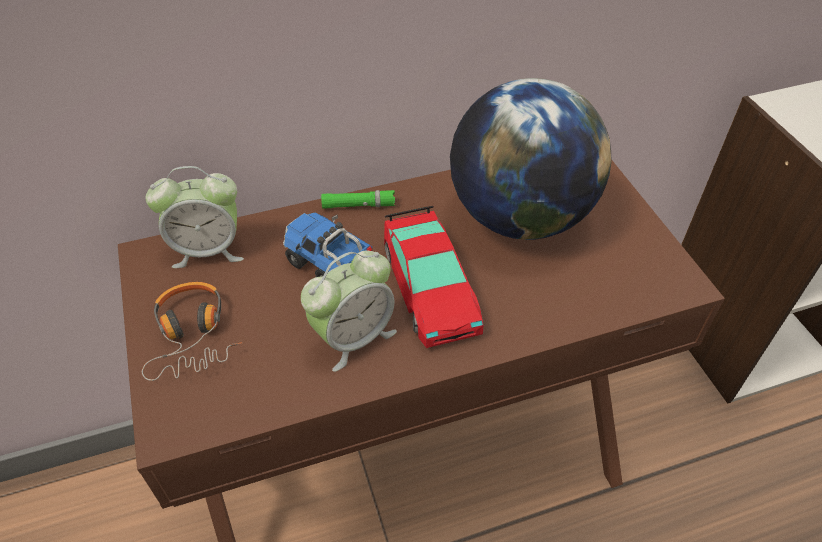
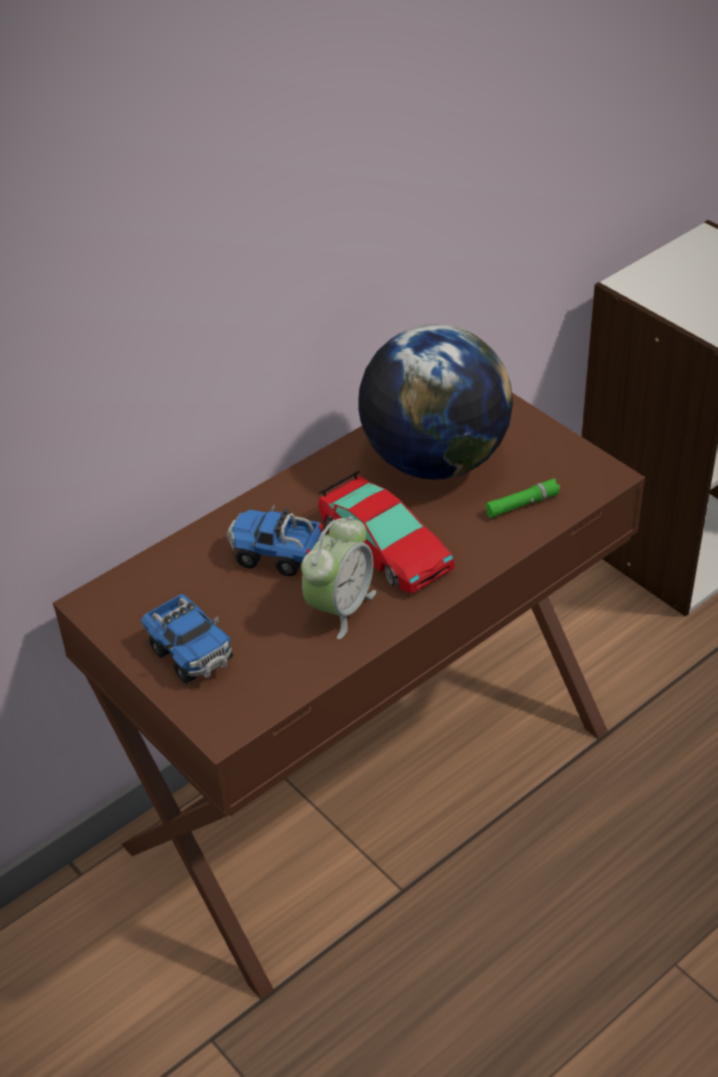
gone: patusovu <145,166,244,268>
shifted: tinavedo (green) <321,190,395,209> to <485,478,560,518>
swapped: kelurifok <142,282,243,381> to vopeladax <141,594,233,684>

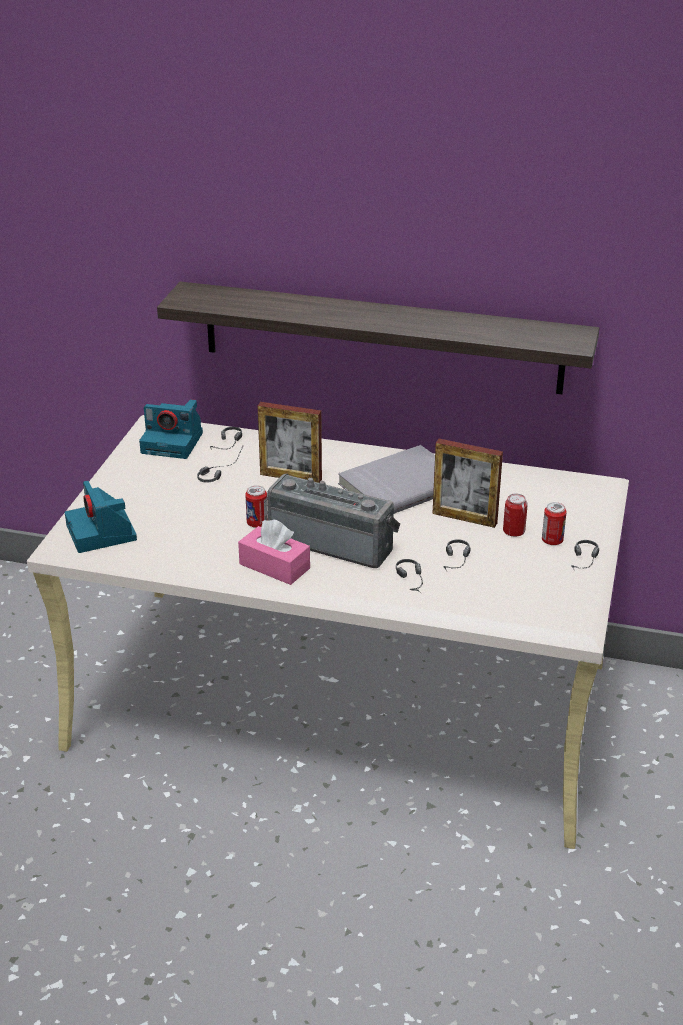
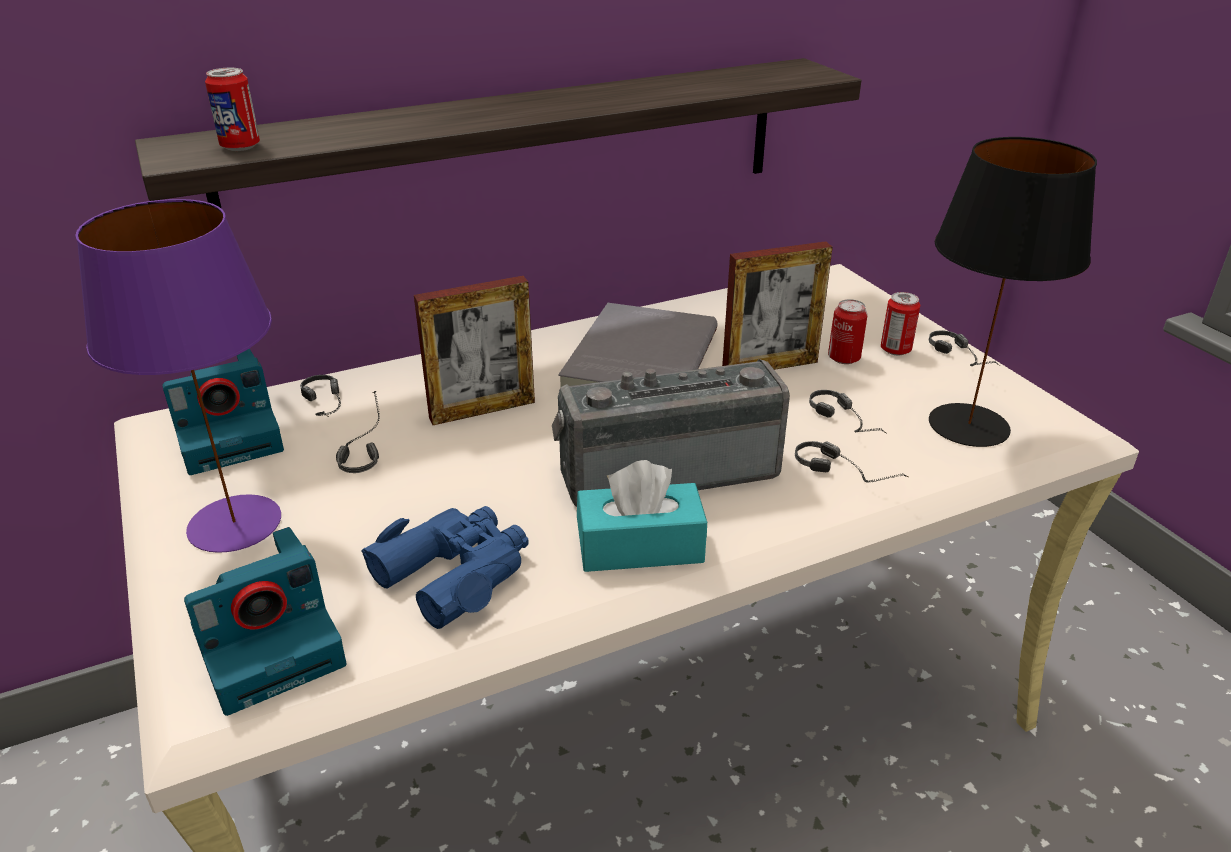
new: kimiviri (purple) <75,199,281,553>; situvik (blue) <361,506,529,629>; kimiviri (black) <929,137,1097,447>
shifted: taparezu <245,485,268,528> to <205,68,260,151>
repainted: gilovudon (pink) <238,519,310,585> to gilovudon (turquoise) <577,460,707,572>
rotated: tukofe <65,481,137,553> = <184,527,346,716> 60 degrees counterclockwise

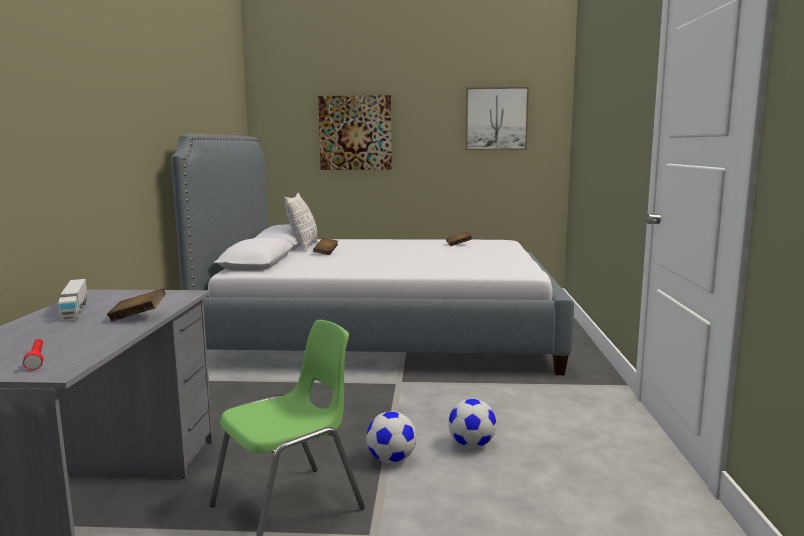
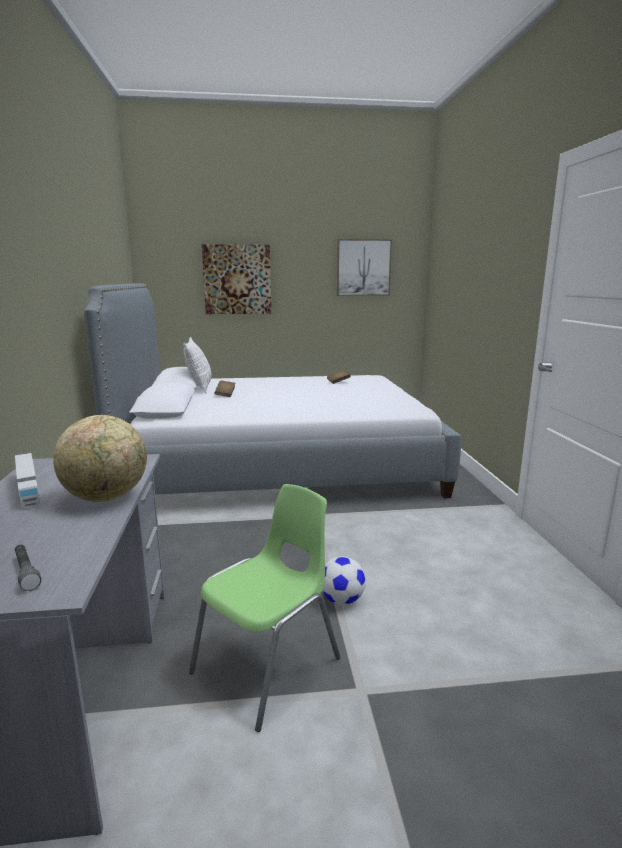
gone: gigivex <449,399,496,448>
swapped: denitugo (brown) <107,288,166,322> to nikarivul <53,415,147,502>
repainted: tinavedo (red) <23,339,44,370> to tinavedo (grey) <15,545,41,591>

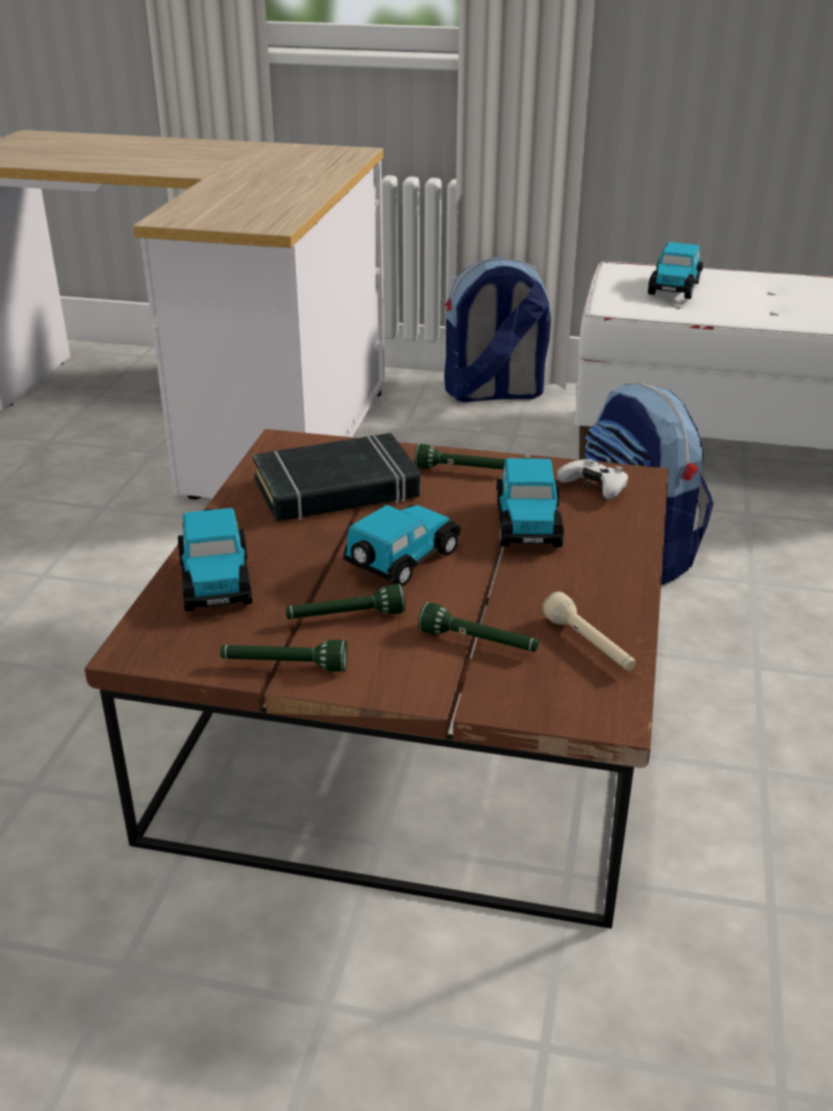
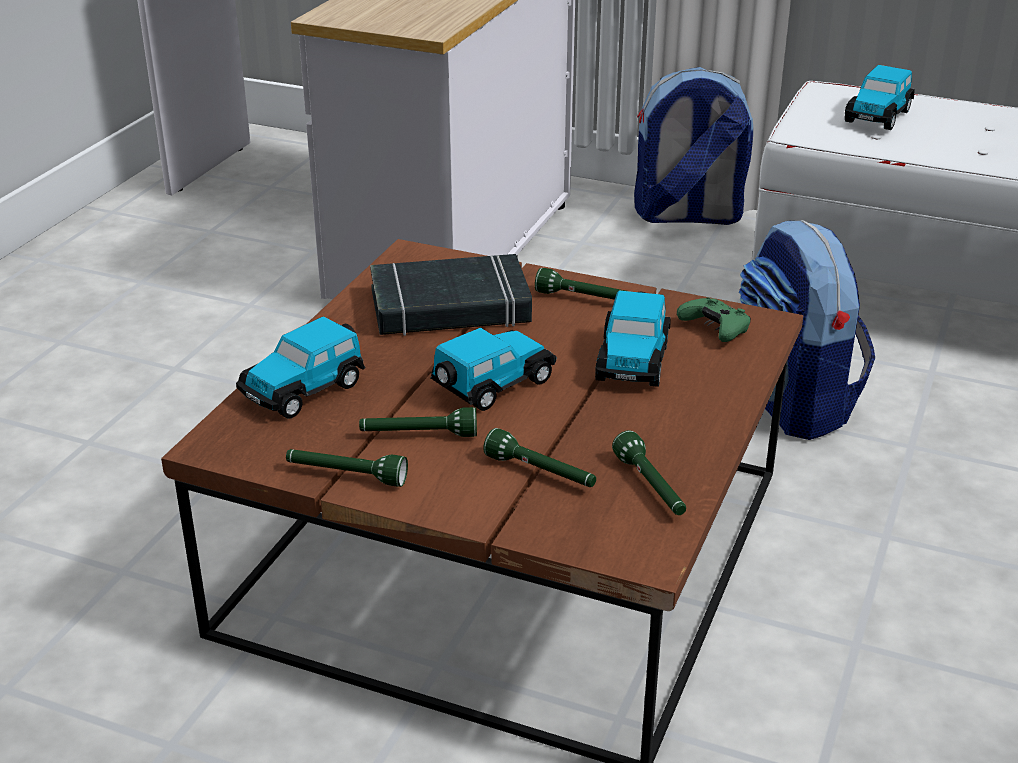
repainted: tinavedo (beige) <542,592,636,670> to tinavedo (green) <612,430,686,515>; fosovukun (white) <557,459,628,499> to fosovukun (green) <677,298,751,342>
rotated: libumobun <178,508,252,611> = <236,316,366,419> 45 degrees clockwise

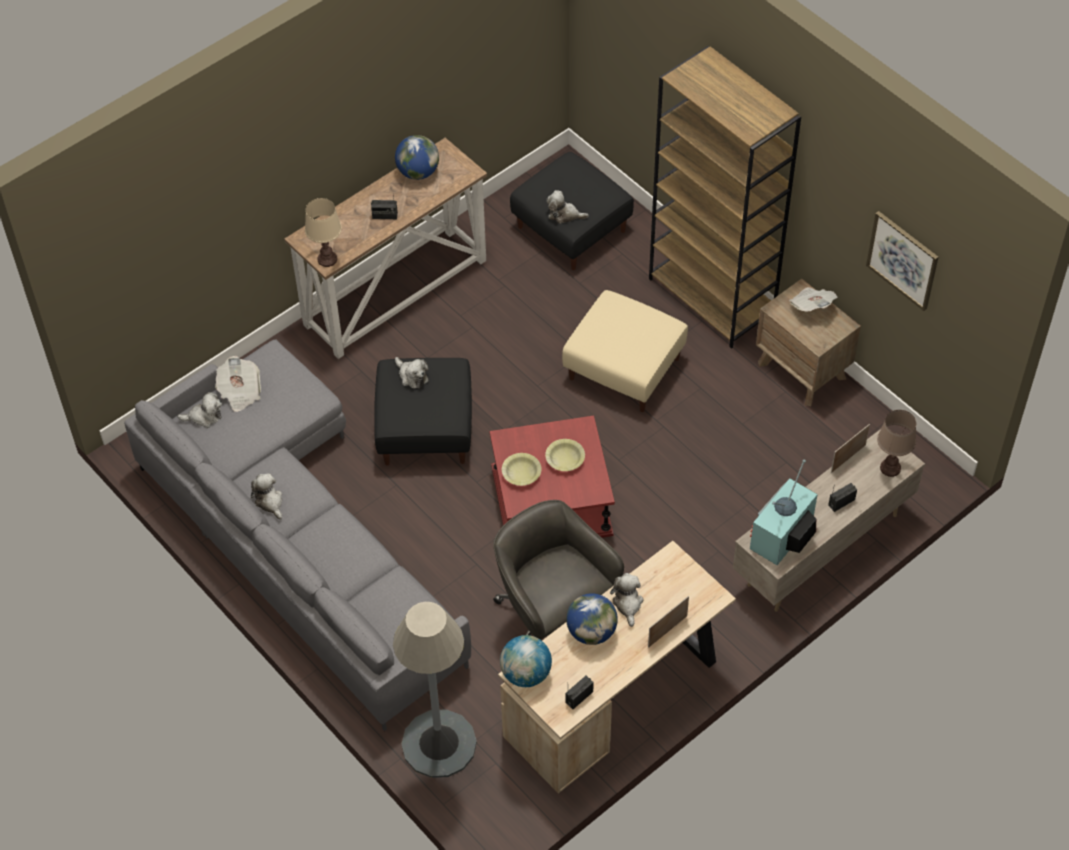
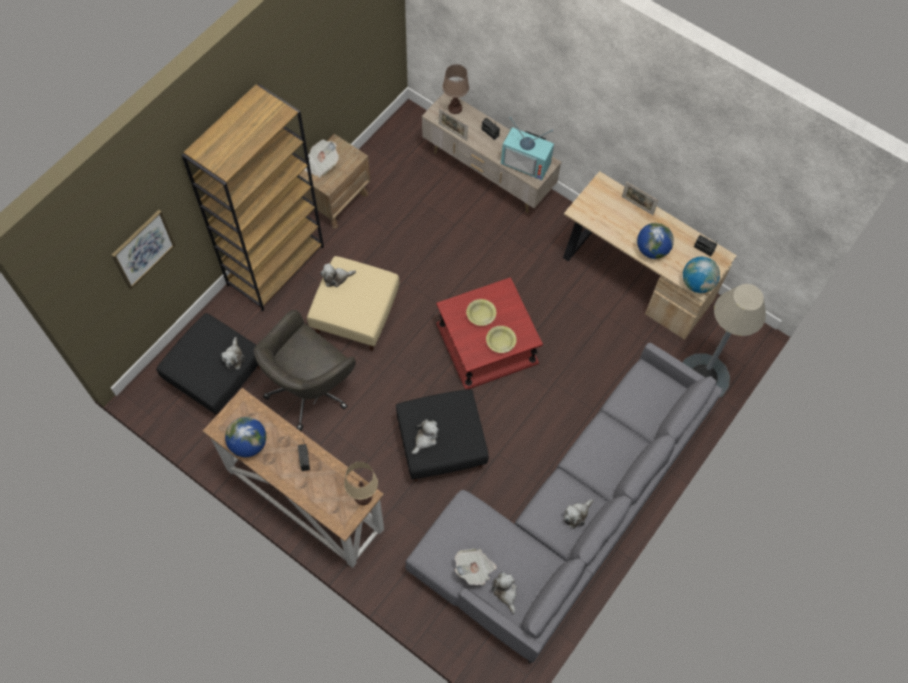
shifted: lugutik <866,211,938,311> to <111,210,176,289>; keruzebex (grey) <493,500,624,639> to <254,310,356,431>; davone <610,573,643,627> to <320,263,356,287>

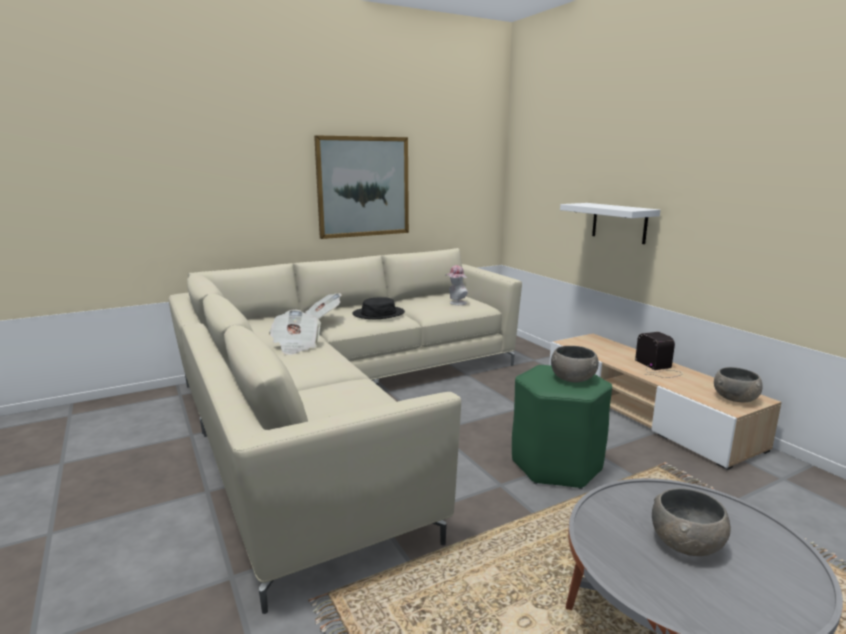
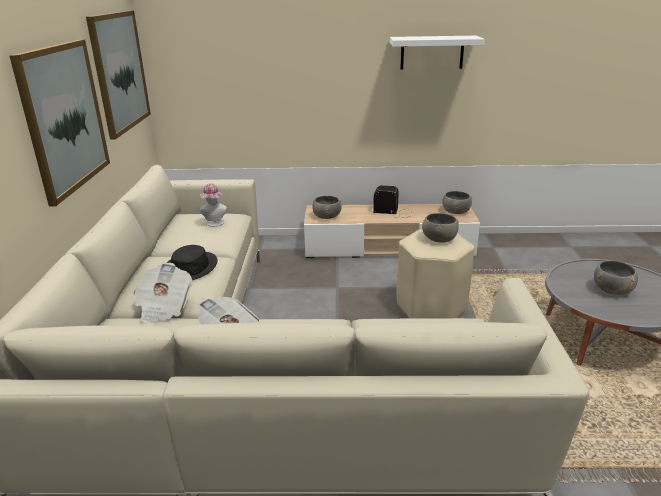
new: lugutik <86,10,151,140>; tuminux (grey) <312,196,342,219>
shifted: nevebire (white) <560,203,660,244> to <390,36,485,70>
repainted: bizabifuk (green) <512,365,612,489> to bizabifuk (beige) <397,230,475,319>

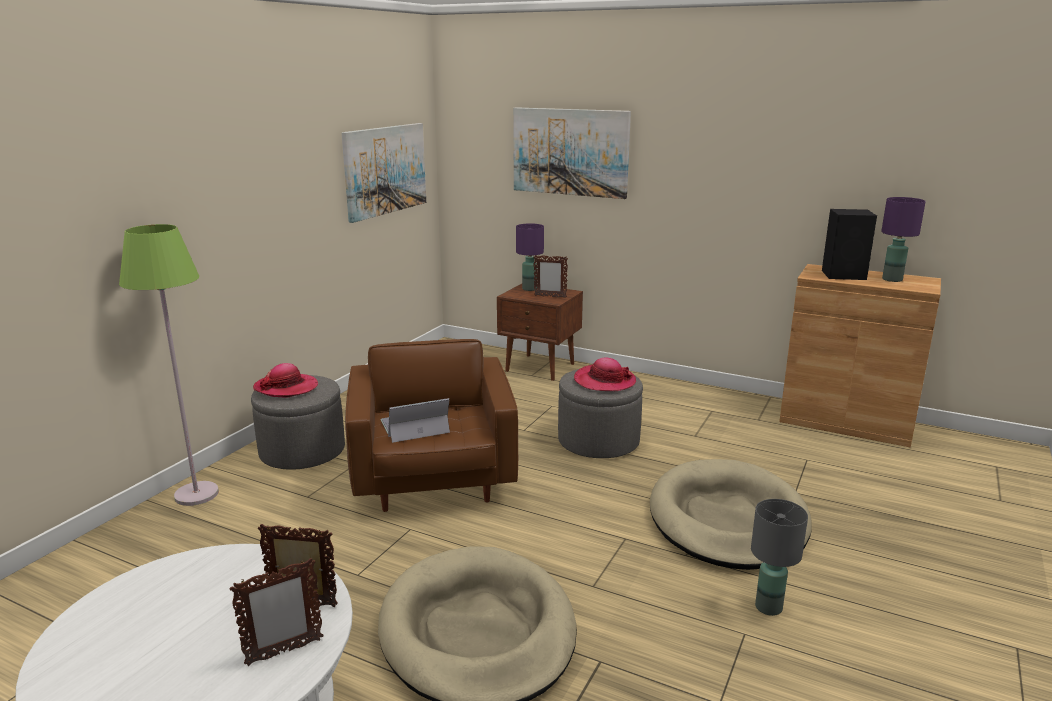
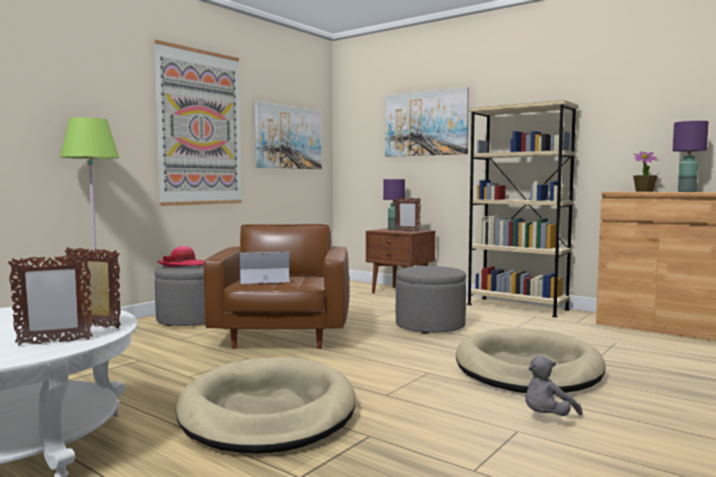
gone: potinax <574,358,636,391>
new: lugutik <154,40,242,206>; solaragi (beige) <467,100,578,317>
swapped: kimiviri (grey) <751,499,808,616> to davone (grey) <525,355,583,416>; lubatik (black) <822,209,877,280> to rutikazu <633,151,658,192>

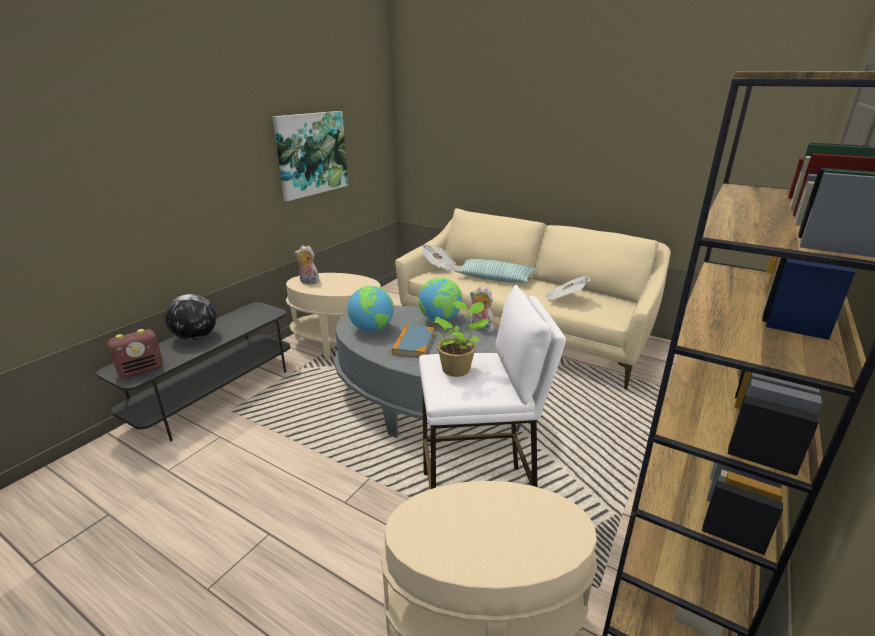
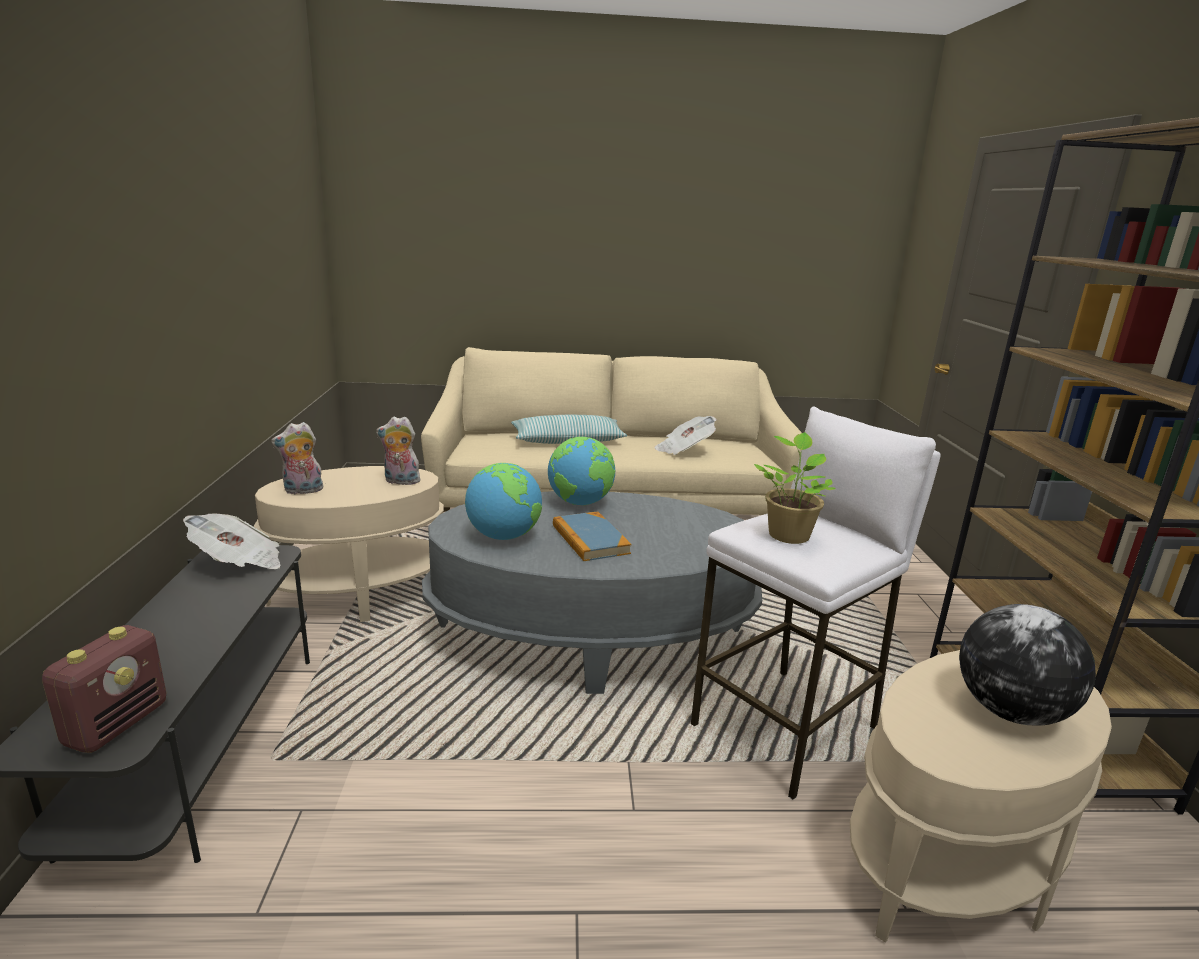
gone: lugutik <273,111,348,201>
shifted: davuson <422,244,456,272> to <183,514,280,569>; davone <470,286,494,333> to <376,417,421,485>; nikarivul <165,294,217,340> to <959,604,1096,725>

